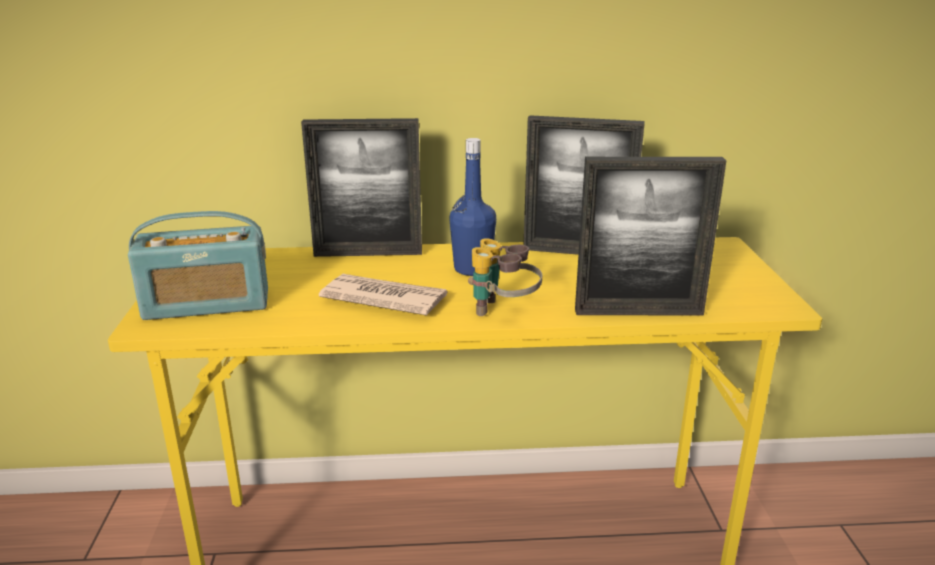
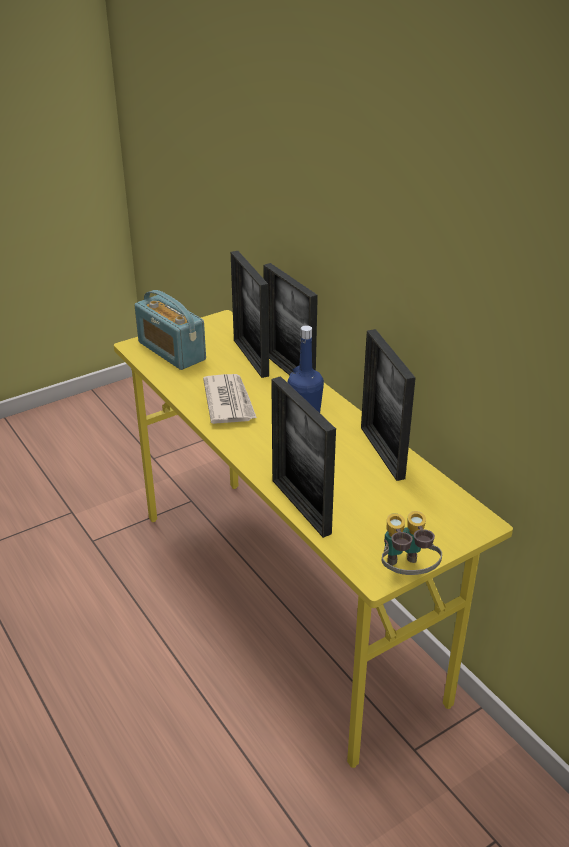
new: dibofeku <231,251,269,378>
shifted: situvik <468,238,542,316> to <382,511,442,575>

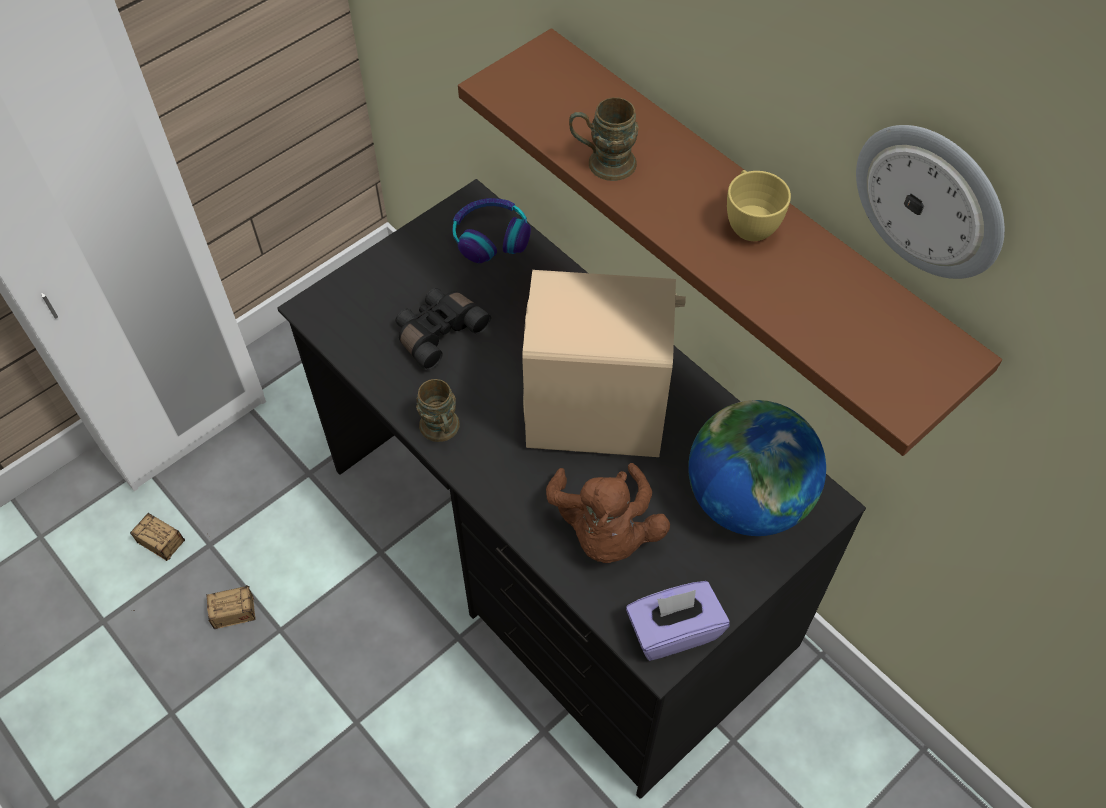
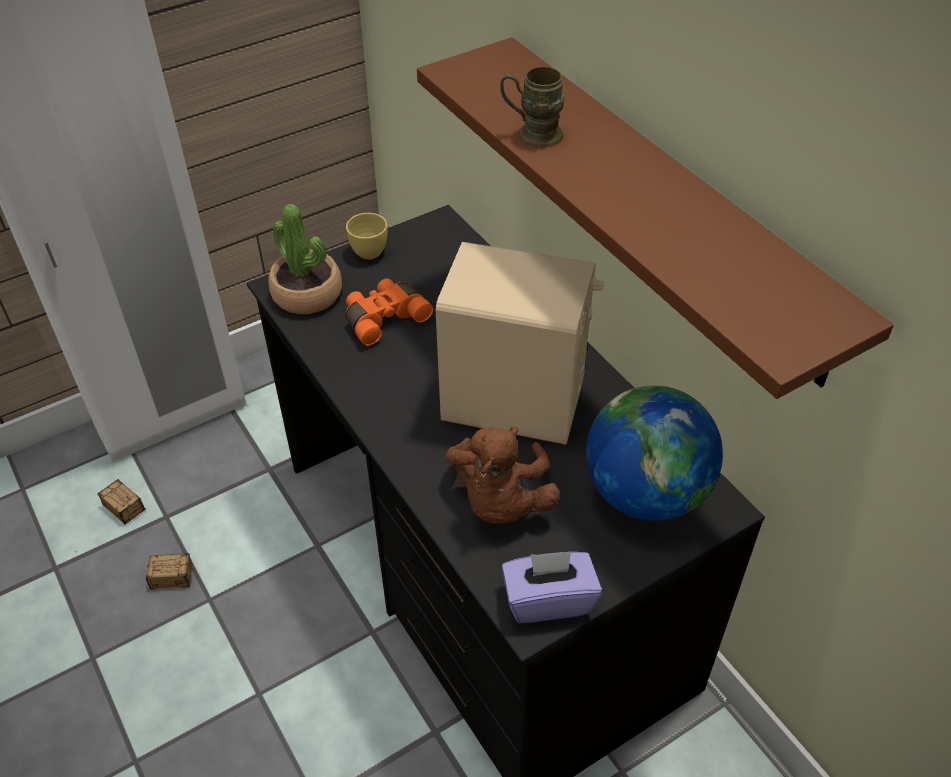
gone: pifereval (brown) <416,379,460,442>; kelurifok <453,198,531,263>; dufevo <856,125,1005,279>
new: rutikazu <268,204,342,314>
shifted: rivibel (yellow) <727,170,791,241> to <346,213,387,259>
repainted: situvik (black) <396,288,491,370> to situvik (orange) <345,278,433,346>

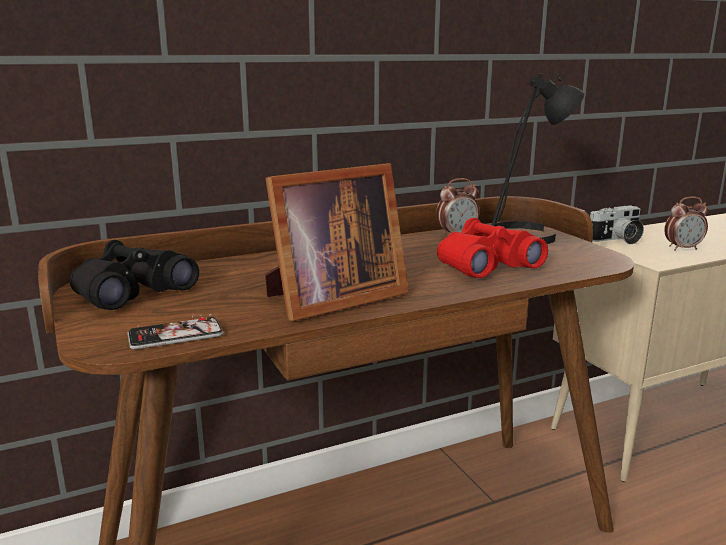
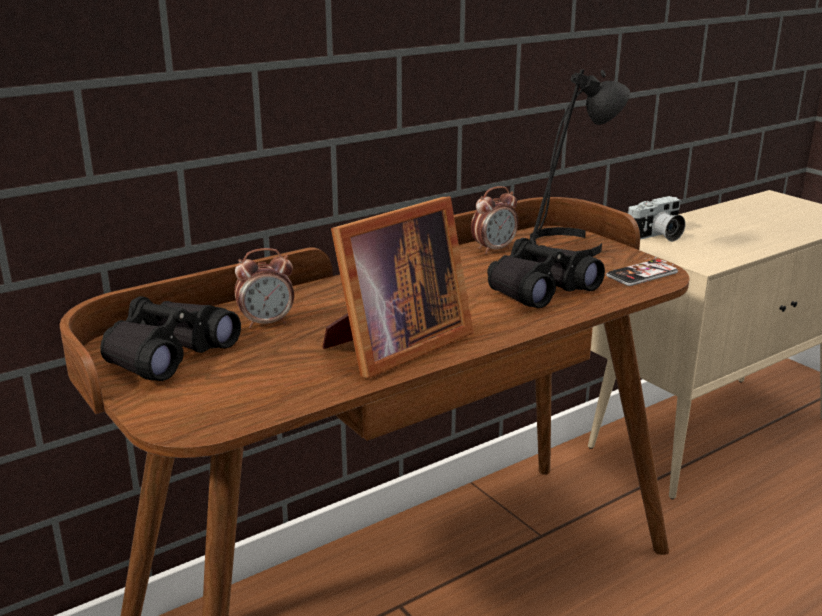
shifted: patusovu <664,196,709,251> to <234,248,294,329>; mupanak <128,314,223,350> to <606,257,678,286>
repainted: situvik (red) <437,218,548,278> to situvik (black) <487,238,605,308>

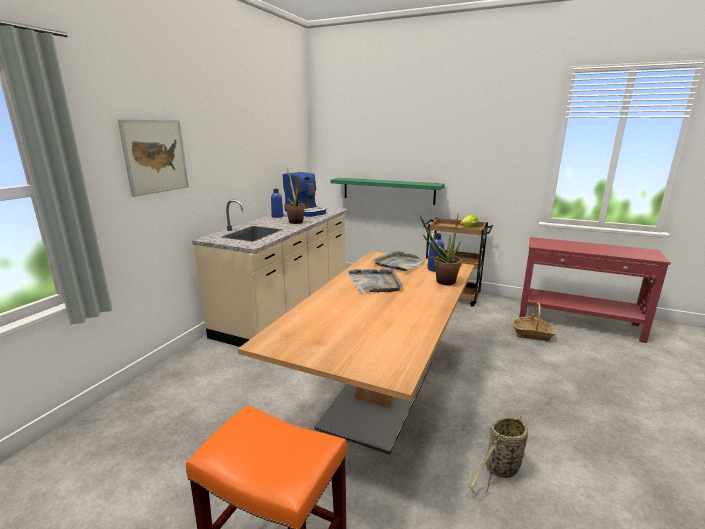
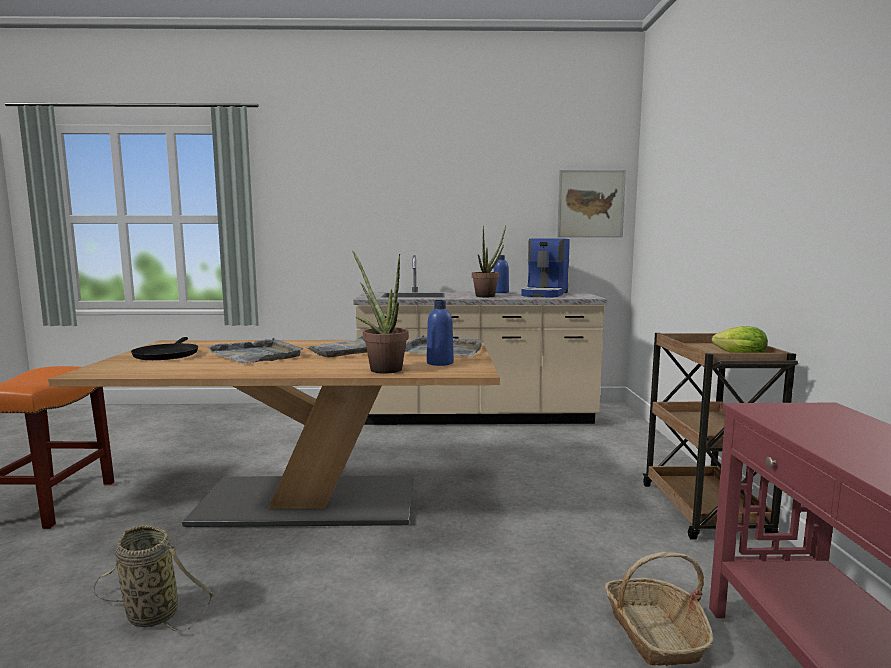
gone: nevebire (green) <330,178,445,205>
new: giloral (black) <131,337,198,360>; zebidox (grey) <207,338,303,363>
shifted: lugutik <118,119,189,197> to <557,170,626,238>

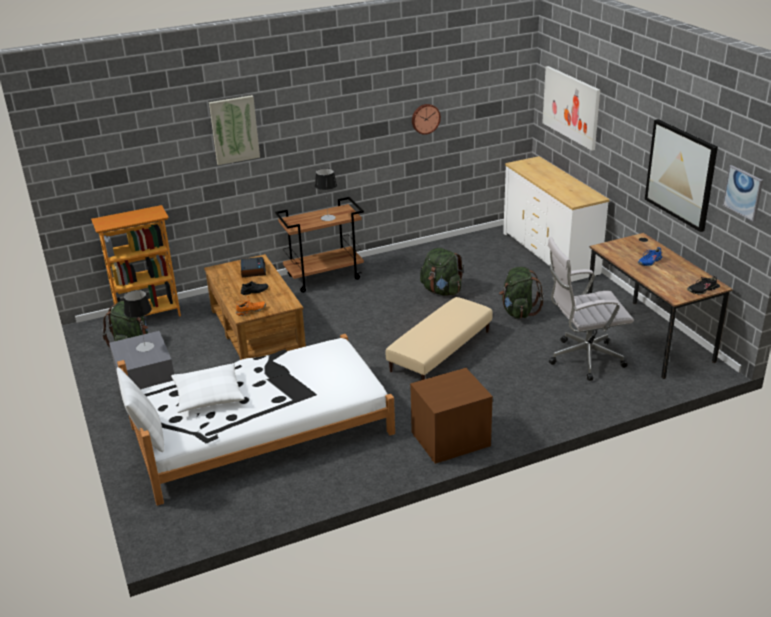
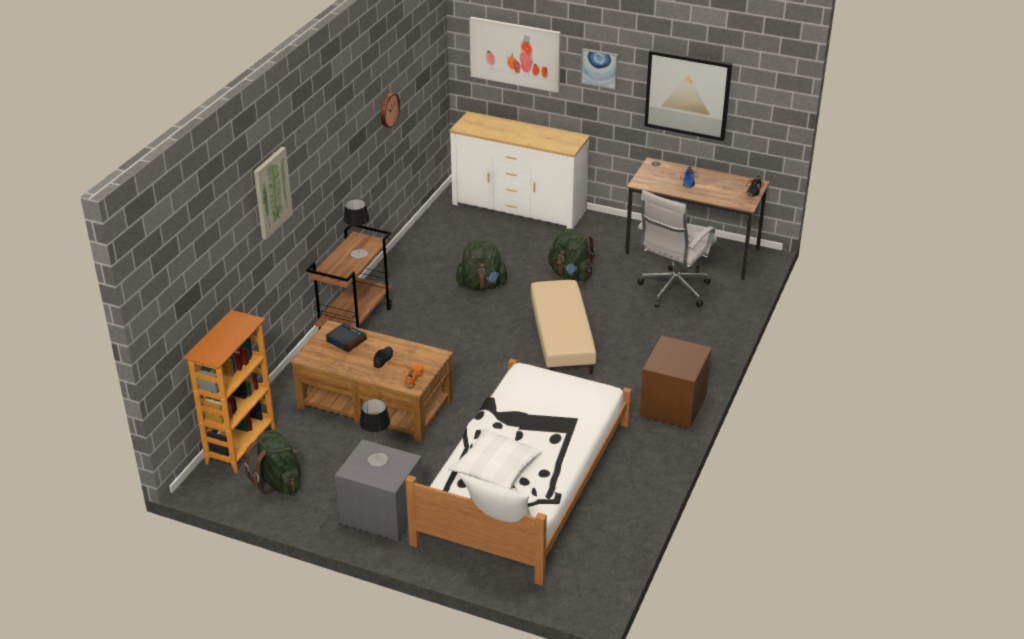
shifted: lugutik <723,165,763,221> to <581,48,618,90>

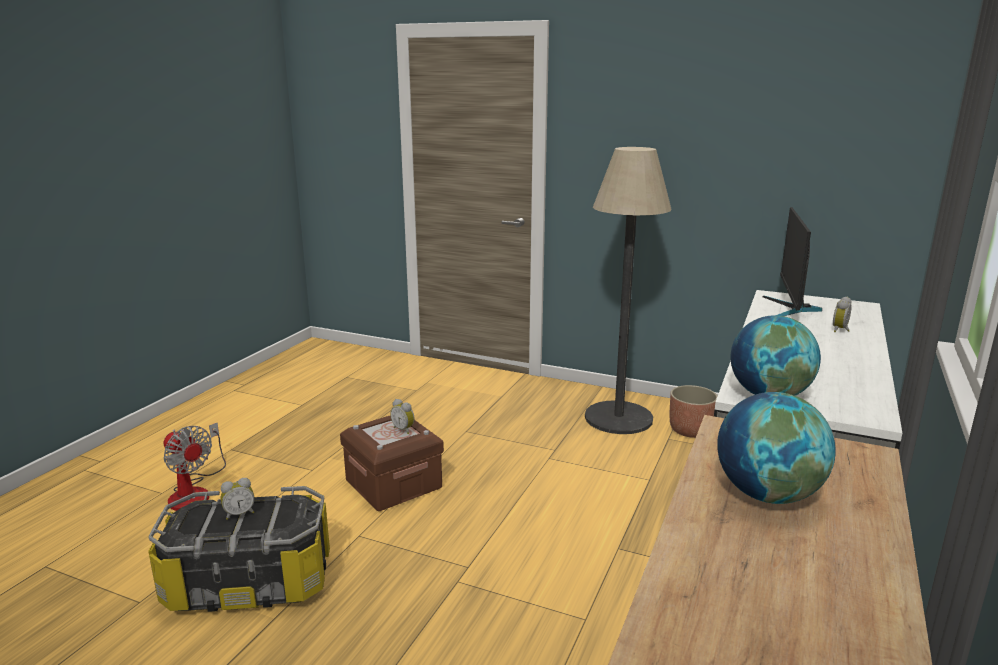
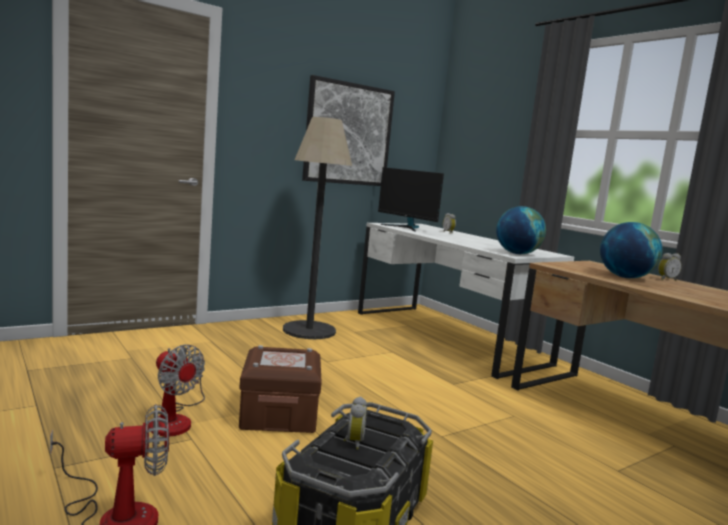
gone: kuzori <670,385,717,438>
new: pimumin <149,345,205,436>; lugutik <302,75,395,186>
shifted: patusovu <390,399,415,434> to <658,253,682,281>

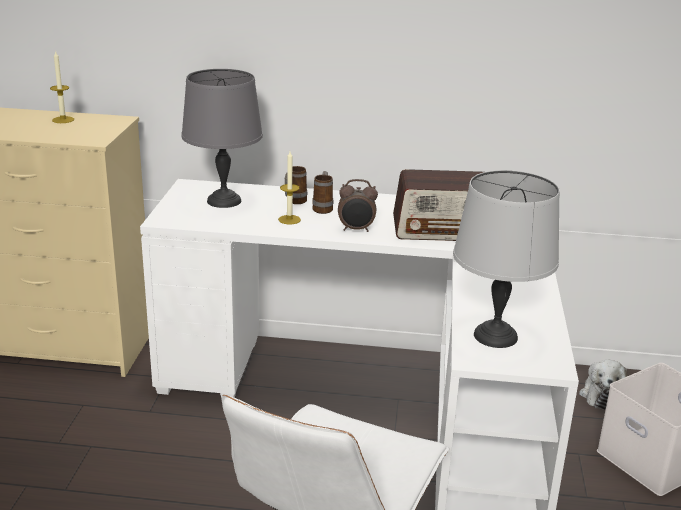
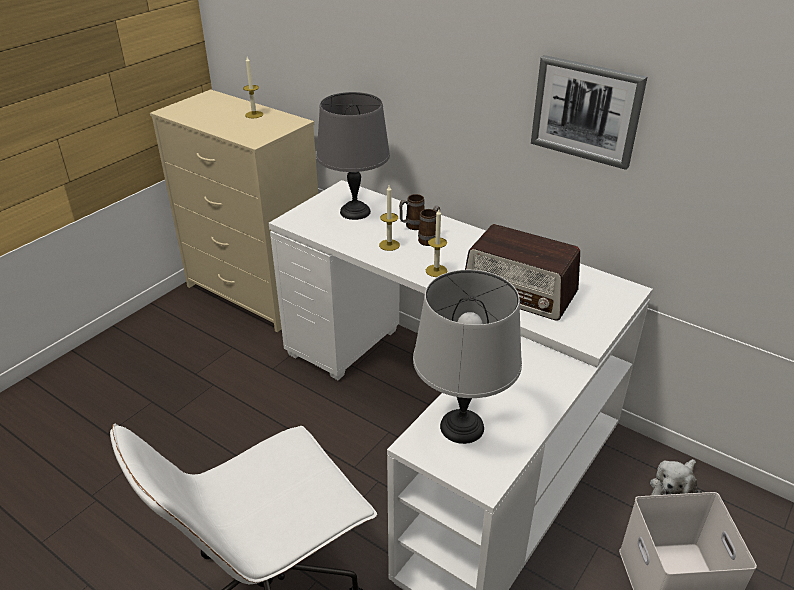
new: lugutik <531,55,647,170>
swapped: patusovu <338,179,378,232> to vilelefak <426,209,448,277>

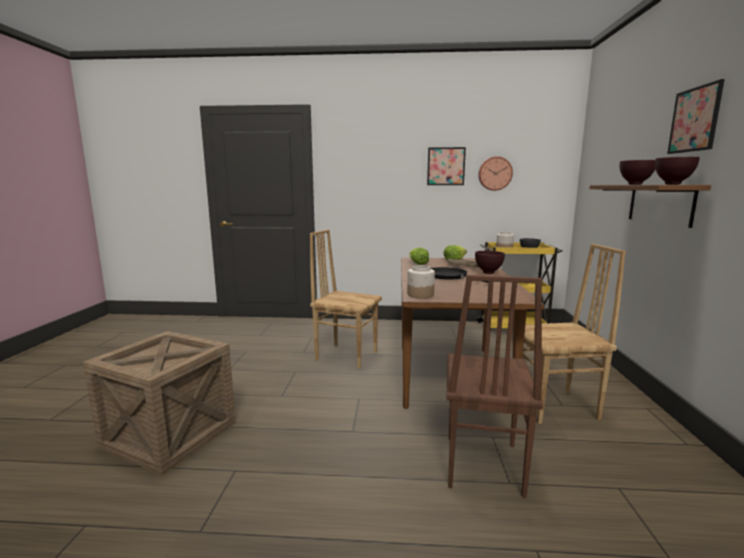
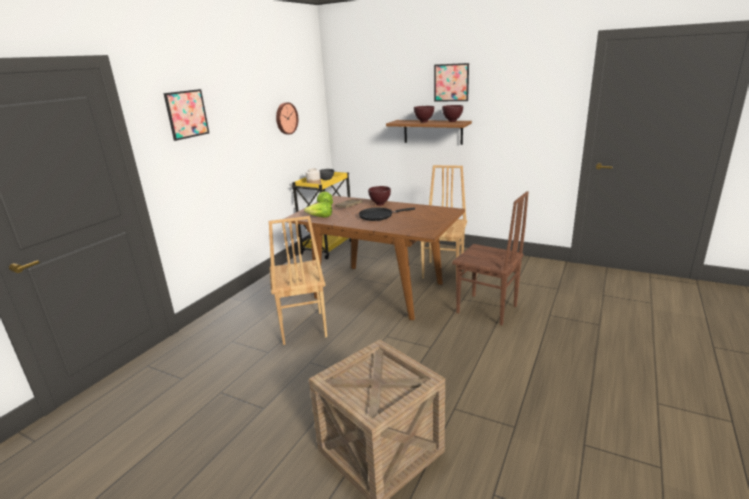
gone: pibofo <407,265,435,298>
shifted: lugutik <427,147,466,185> to <164,89,209,141>
rotated: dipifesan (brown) <310,230,382,369> = <268,216,327,345> 60 degrees counterclockwise

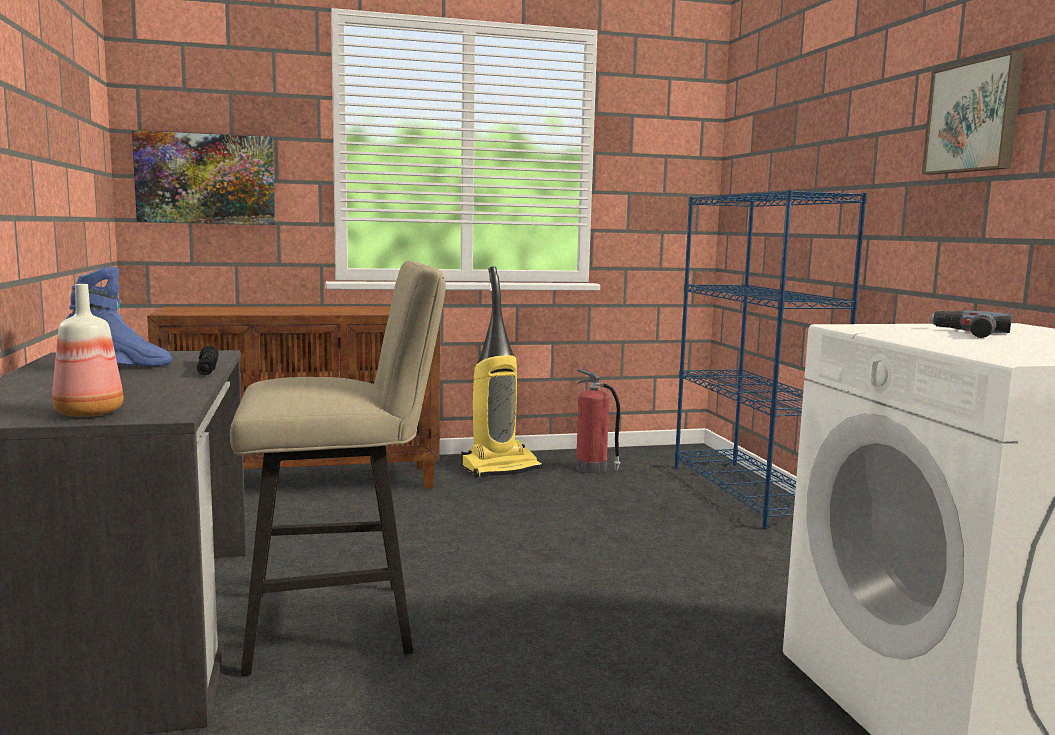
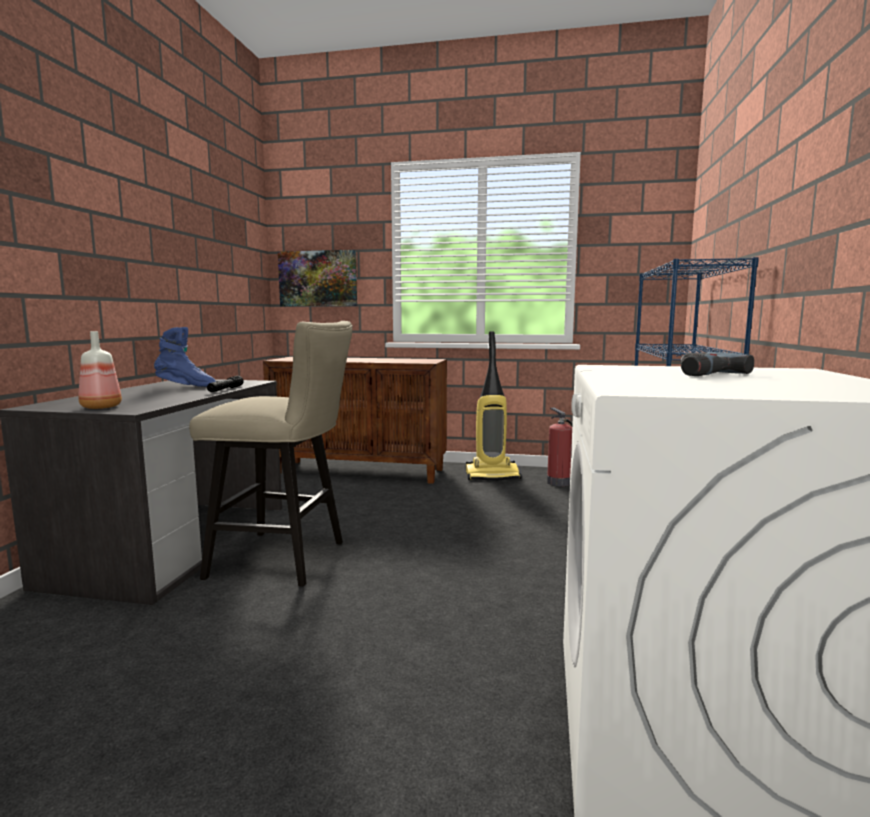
gone: lugutik <922,51,1024,175>

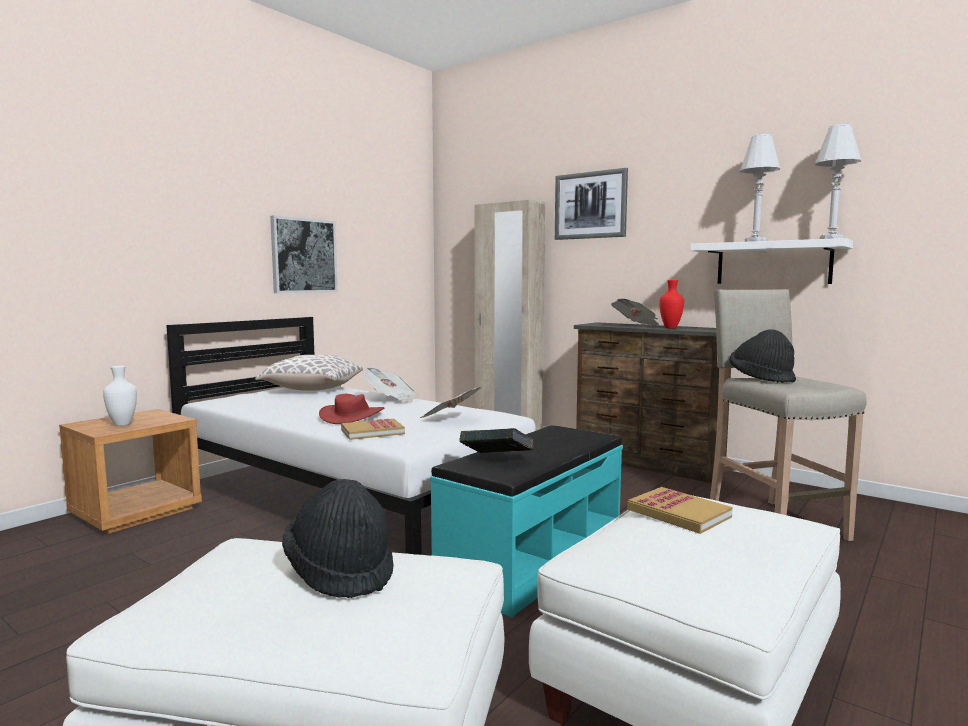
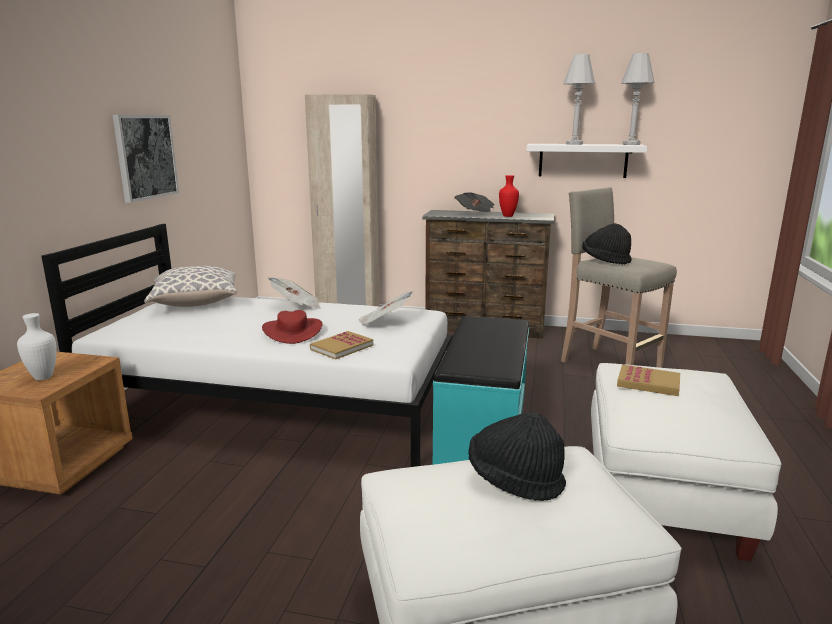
gone: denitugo <460,428,533,453>; lugutik <555,168,628,240>

